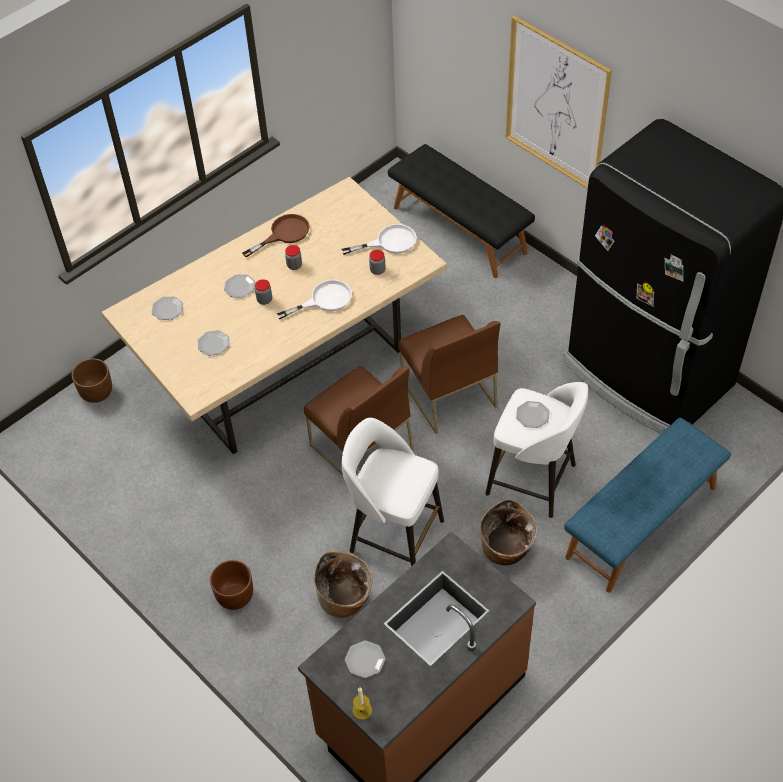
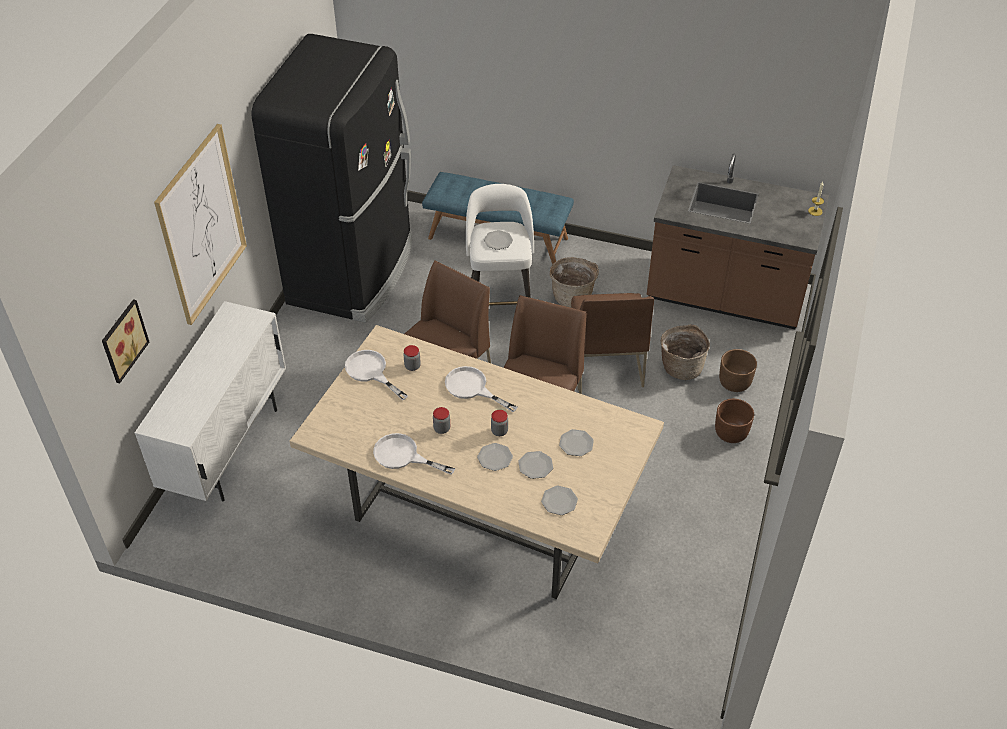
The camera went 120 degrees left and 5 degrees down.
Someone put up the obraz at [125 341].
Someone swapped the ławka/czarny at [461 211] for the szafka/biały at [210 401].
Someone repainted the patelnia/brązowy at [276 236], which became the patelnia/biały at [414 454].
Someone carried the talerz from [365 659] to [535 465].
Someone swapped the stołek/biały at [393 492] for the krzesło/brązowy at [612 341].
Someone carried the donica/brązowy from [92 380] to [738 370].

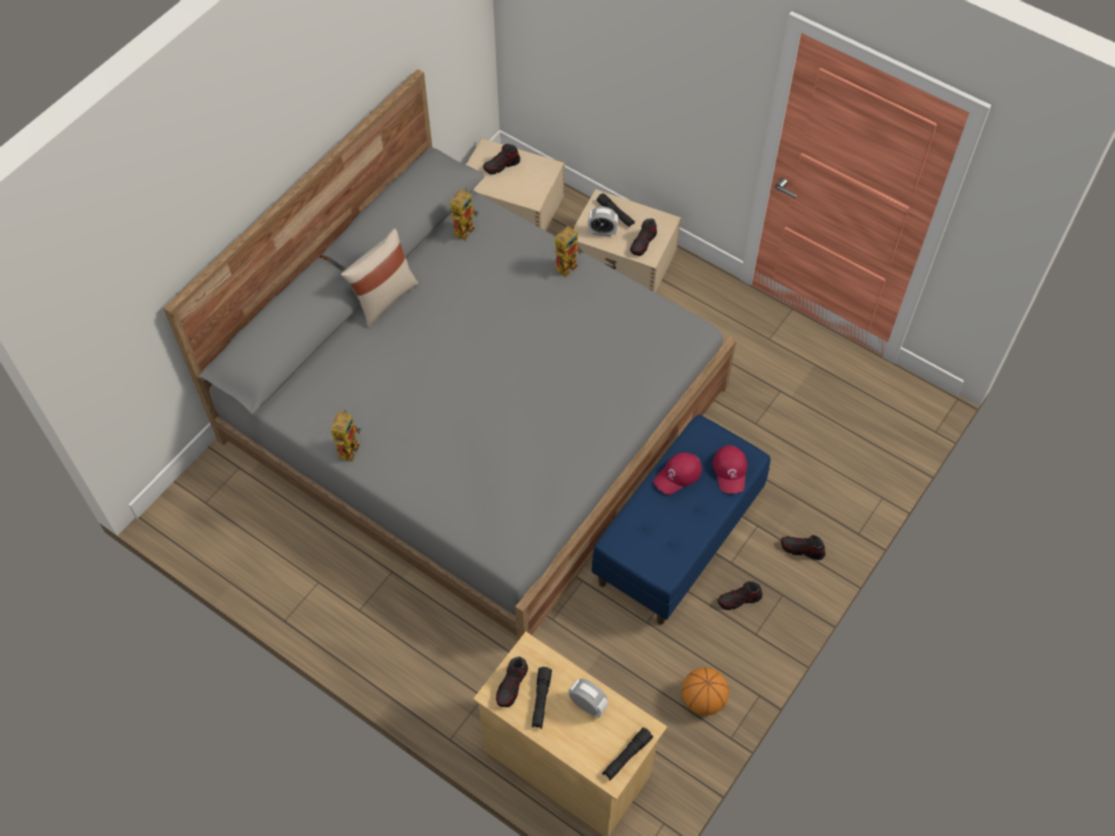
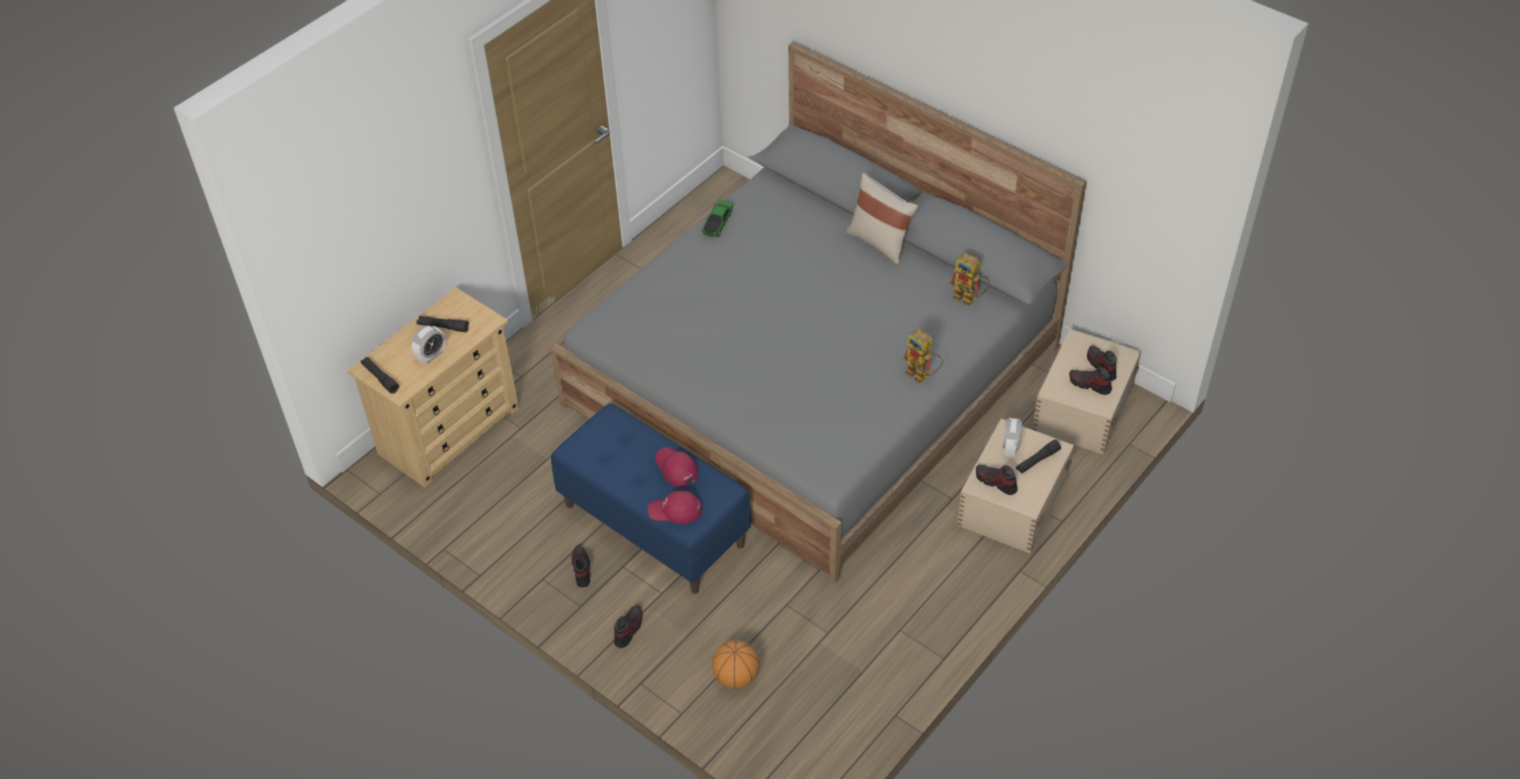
The camera went 95 degrees right and 10 degrees down.
Someone swapped the robot zabawkowy at [346 435] for the samochodzik at [717 218].
Someone carried the piłka do koszykówki from [705 691] to [736 664].
Someone carried the but from [512 681] to [1090 380].

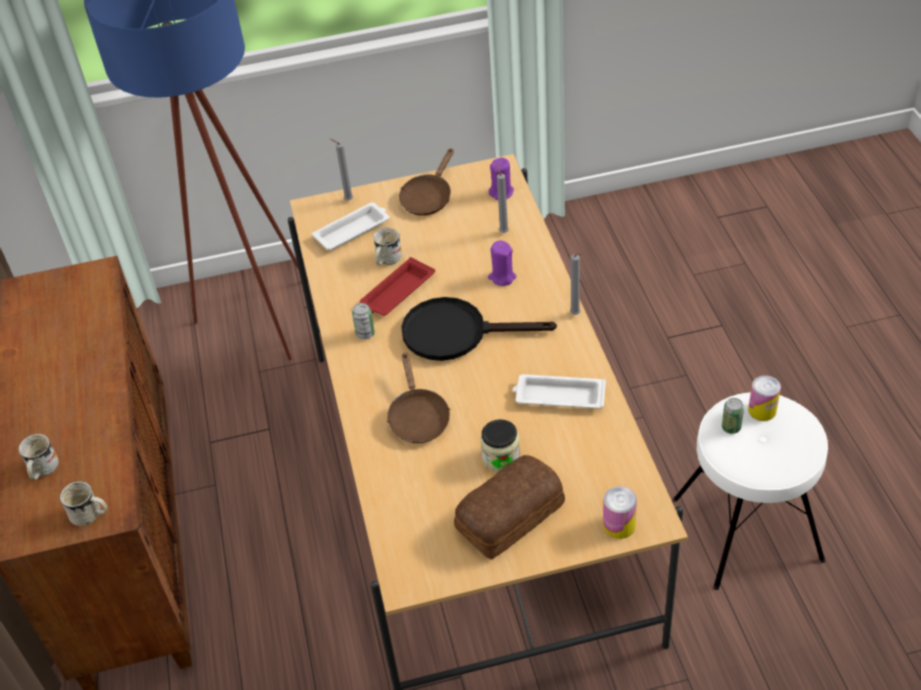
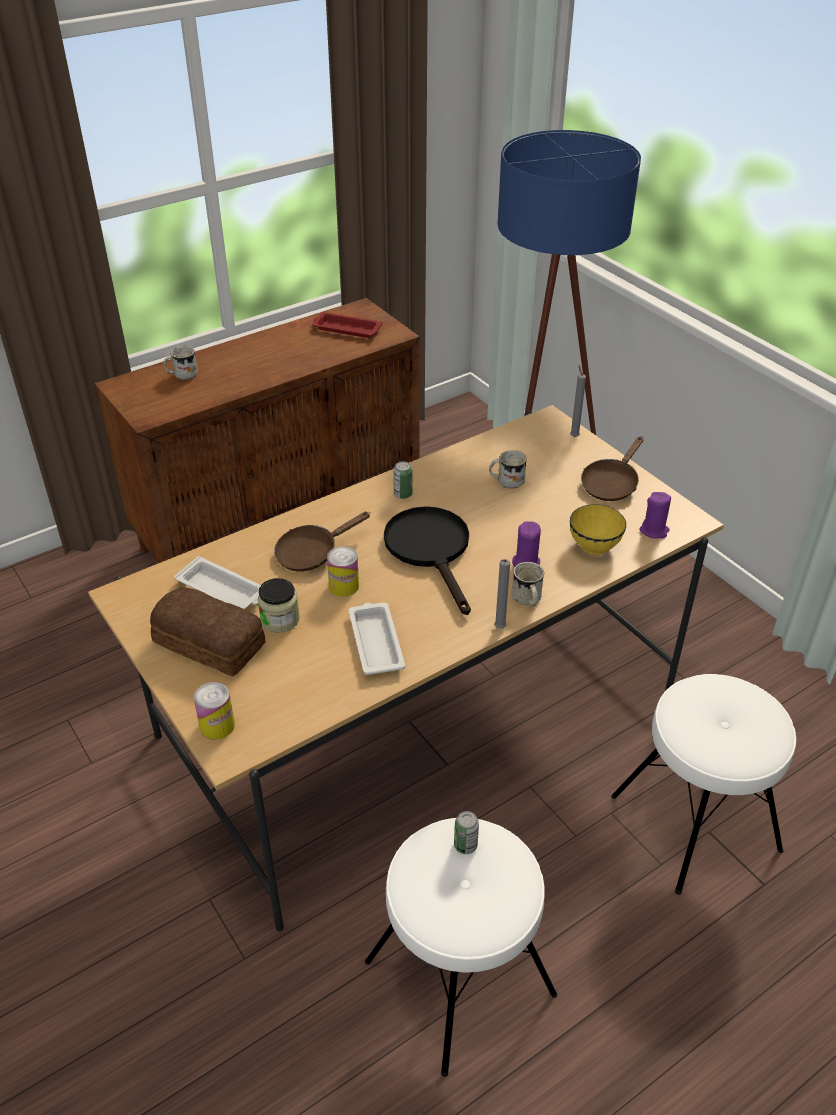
The camera went 65 degrees right and 5 degrees down.
Someone carried the taca/biały from [351 226] to [217 582].
Someone carried the taca/czerwony from [397 286] to [347 325].
Someone carried the puszka from [764 398] to [343 571].
Someone carried the kubek/biały from [84 503] to [527 584].
Someone swapped the świeca/szary at [503 199] for the miska/żółty at [598 529].
Someone rotated the patelnia/brązowy at [426 182] by 60 degrees counterclockwise.
Someone put down the stołek/biały at [703 784].

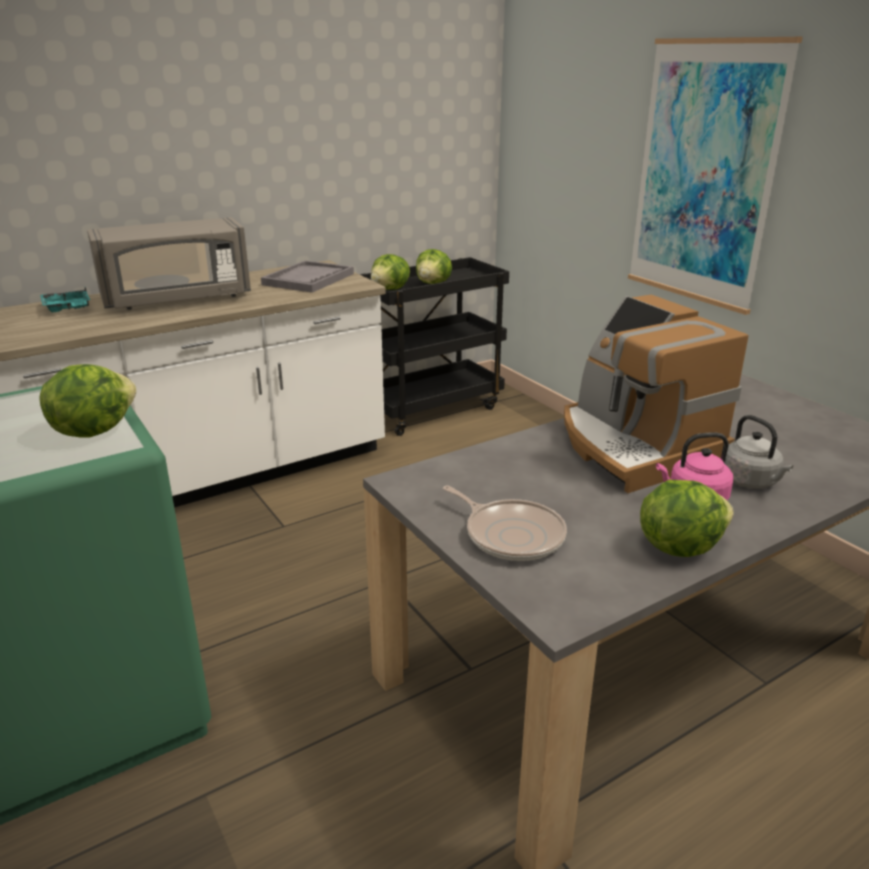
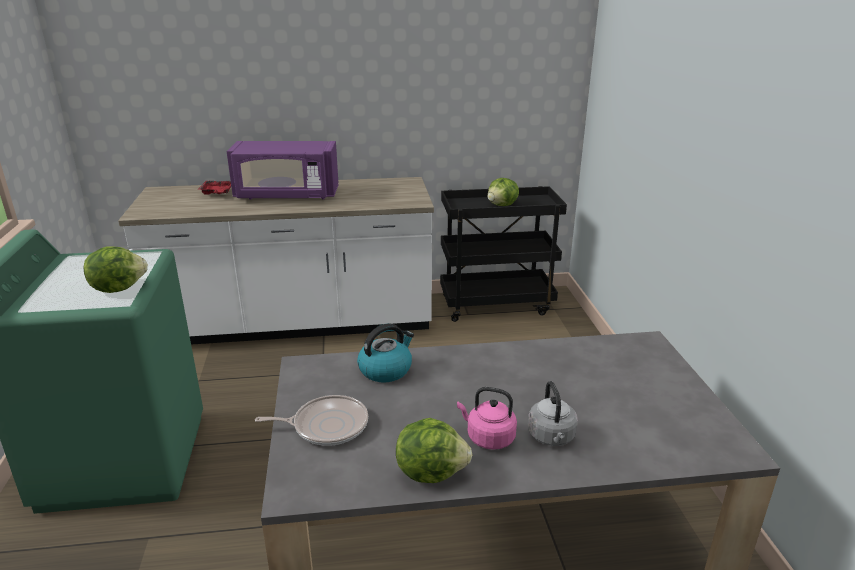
The camera went 25 degrees right and 0 degrees up.
Someone repainted the taca/turkusowy at [65 300], which became the taca/czerwony at [214 188].
Someone repainted the mikrofalówka/szary at [169 263], which became the mikrofalówka/fioletowy at [283 170].
Someone rotated the patelnia at [505 523] by 75 degrees counterclockwise.
Someone put down the czajnik at [385 352].
Someone took away the taca/szary at [307 276].
Someone took away the sałata at [390 272].
Someone took away the ekspres do kawy at [656 393].
Someone took away the obraz at [715 176].

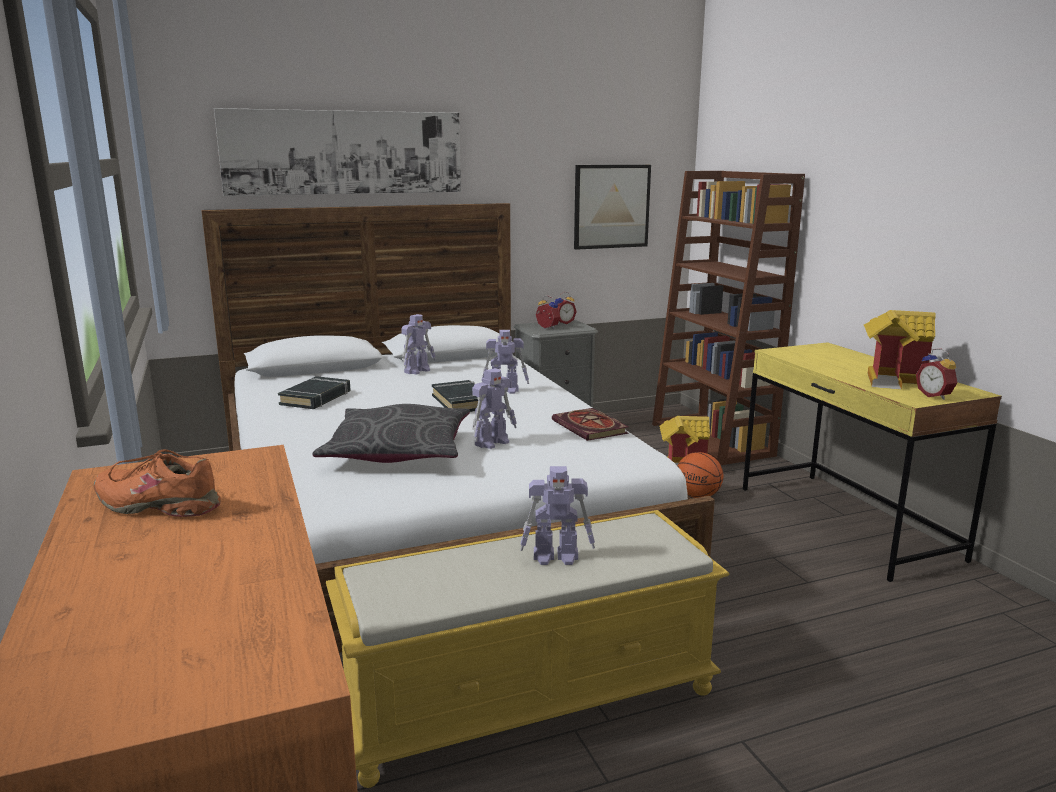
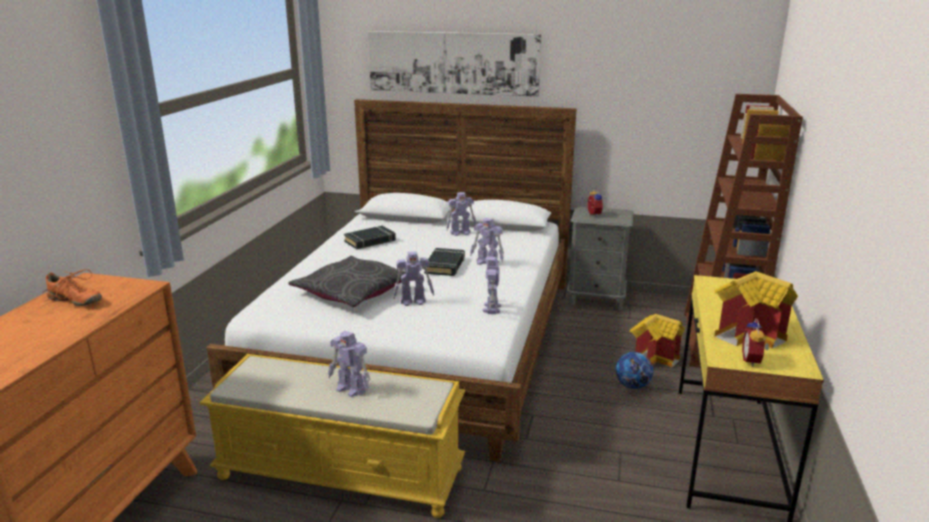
The camera went 35 degrees right and 5 degrees up.
Someone rotated the but/pomarańczowy at [157 483] by 150 degrees clockwise.
Someone swapped the książka at [590 424] for the robot zabawkowy at [492 285].
Someone swapped the piłka do koszykówki at [700 475] for the piłka futbolowa at [634 370].
Someone took away the budzik at [565 308].
Someone took away the obraz at [612 207].

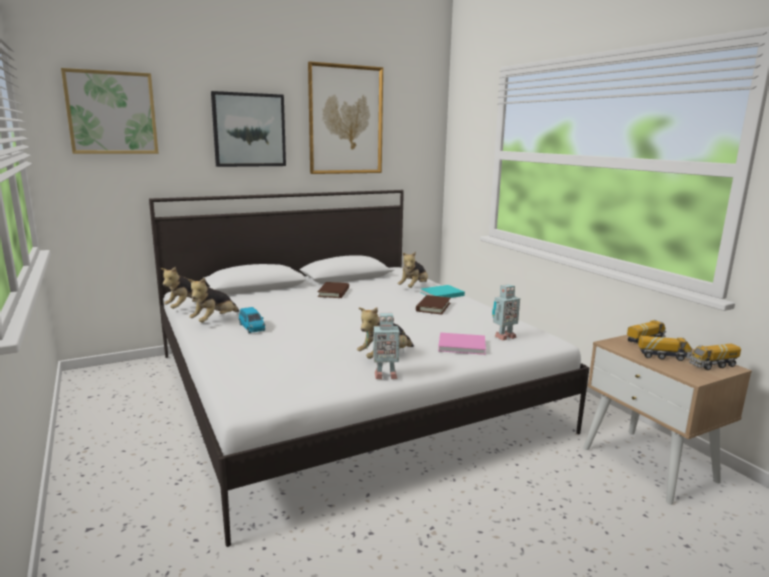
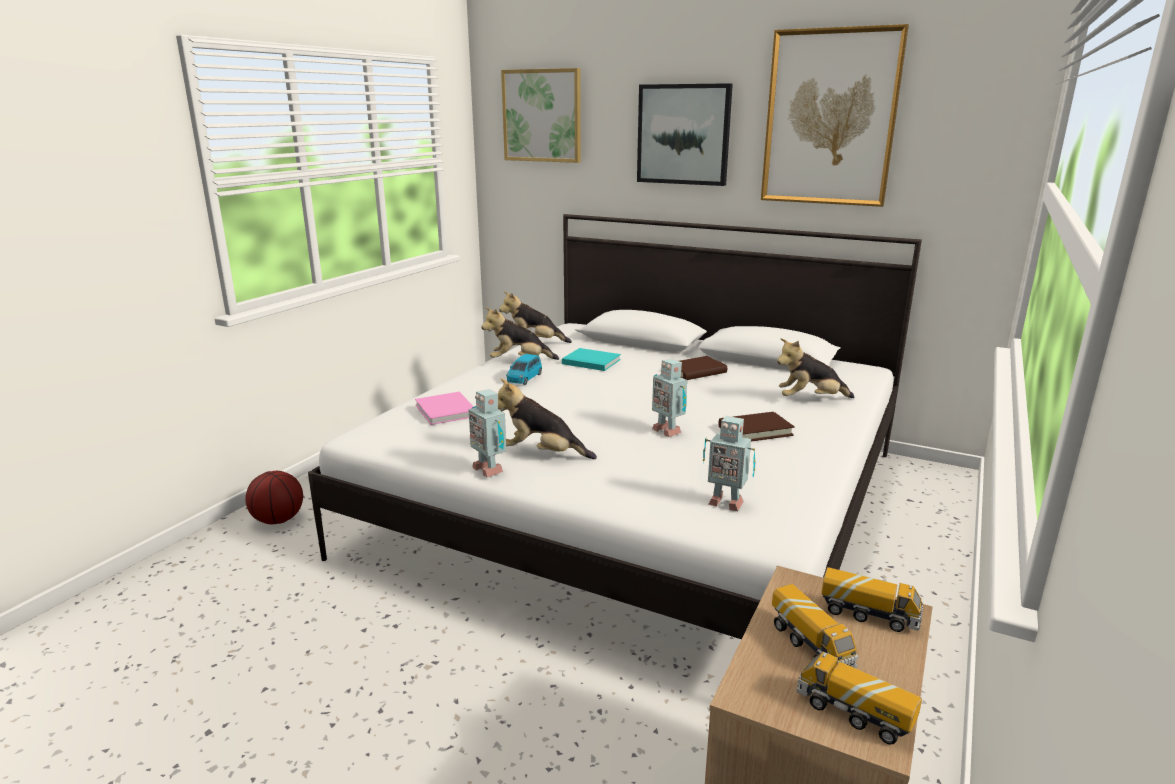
The camera went 55 degrees right and 5 degrees up.
Someone put down the piłka do koszykówki at [274 497].
Someone carried the książka/różowy from [462 344] to [444 408].
Someone carried the książka/turkusowy from [442 291] to [591 359].
Someone put down the robot zabawkowy at [669 398].

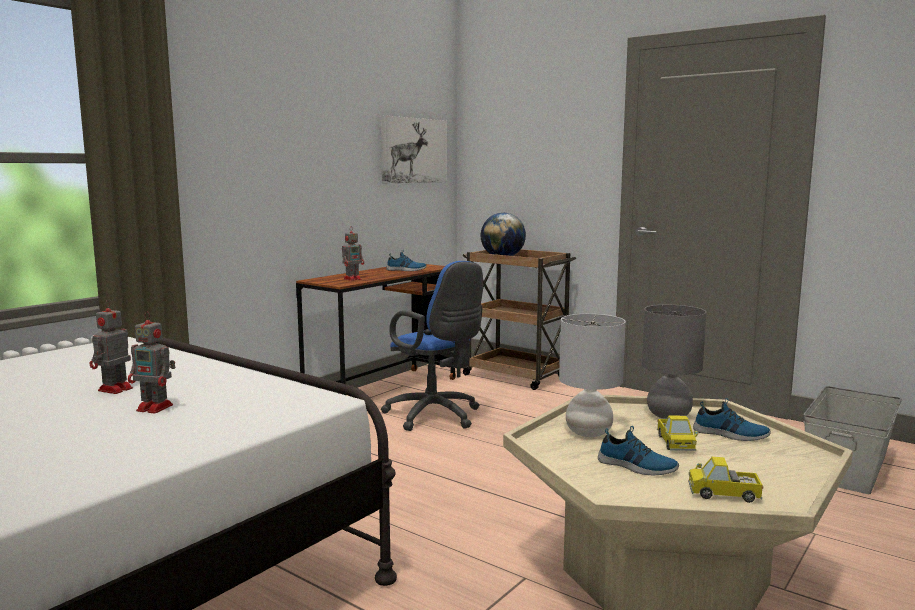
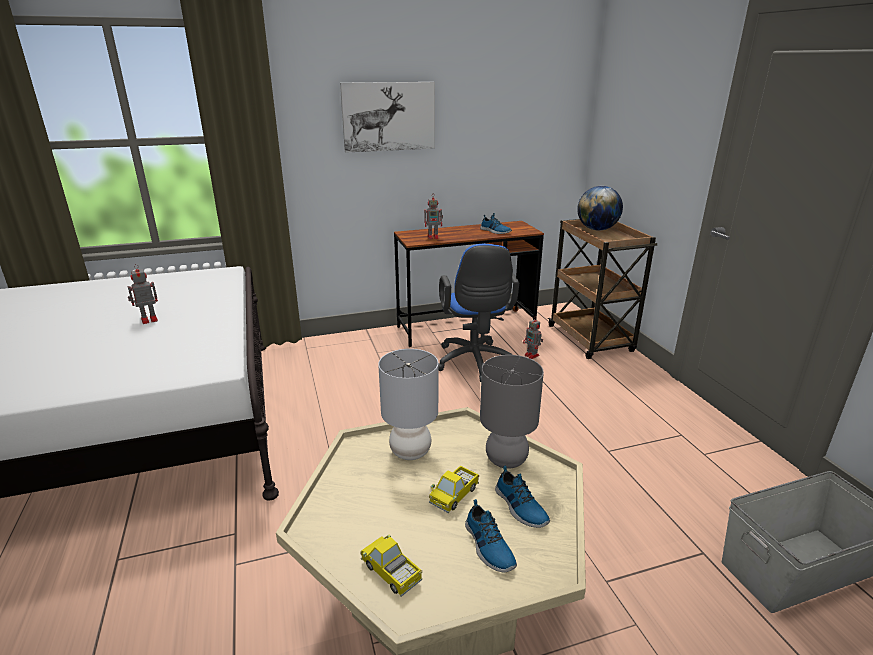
The camera went 35 degrees right and 15 degrees up.
Someone carried the obraz from [414 149] to [387 117].
Someone carried the but from [638 450] to [491 536].
Someone carried the robot zabawkowy from [152 363] to [533 337].

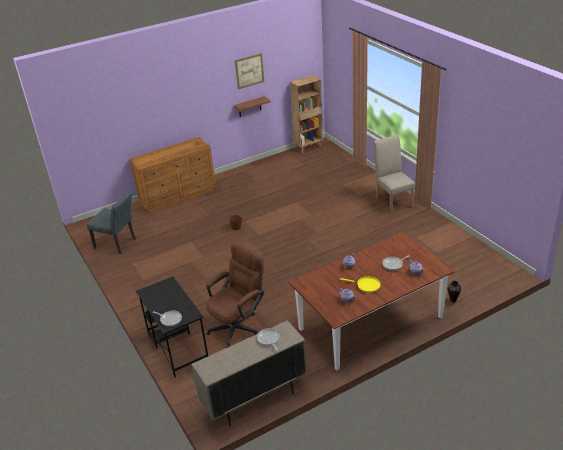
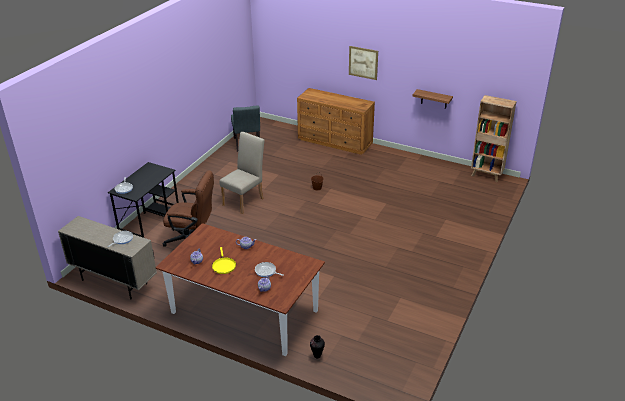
The camera went 55 degrees right and 0 degrees up.
Someone carried the krzesło/beżowy from [394 174] to [242 173].
Someone carried the obraz from [249 71] to [363 63].

